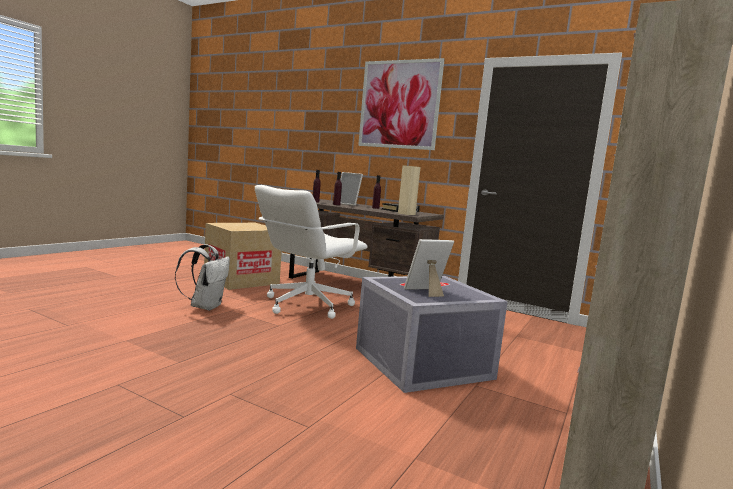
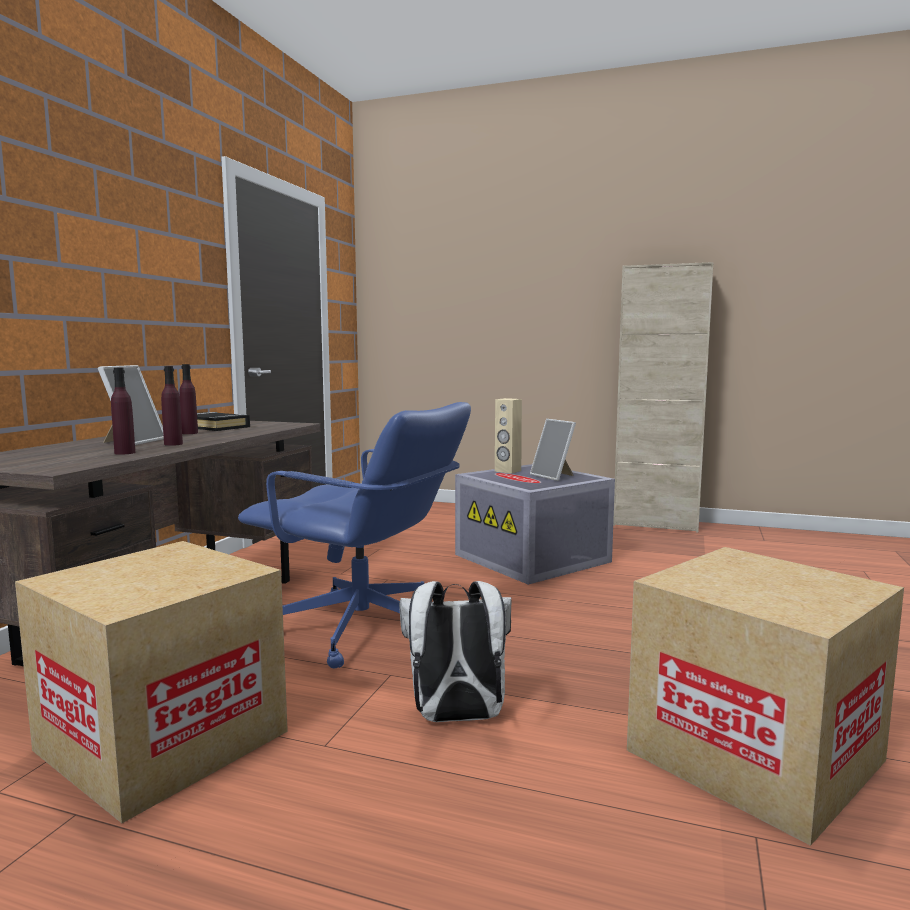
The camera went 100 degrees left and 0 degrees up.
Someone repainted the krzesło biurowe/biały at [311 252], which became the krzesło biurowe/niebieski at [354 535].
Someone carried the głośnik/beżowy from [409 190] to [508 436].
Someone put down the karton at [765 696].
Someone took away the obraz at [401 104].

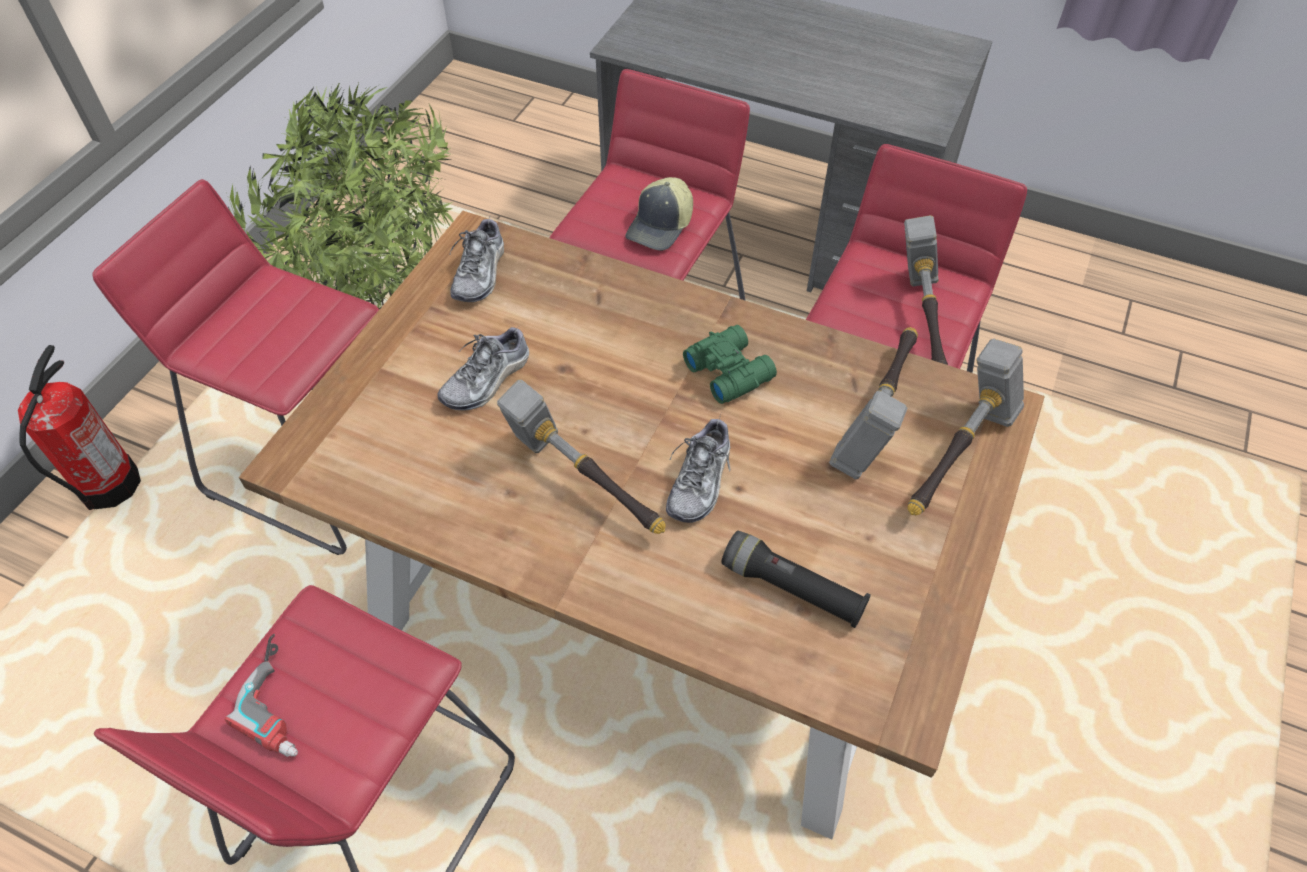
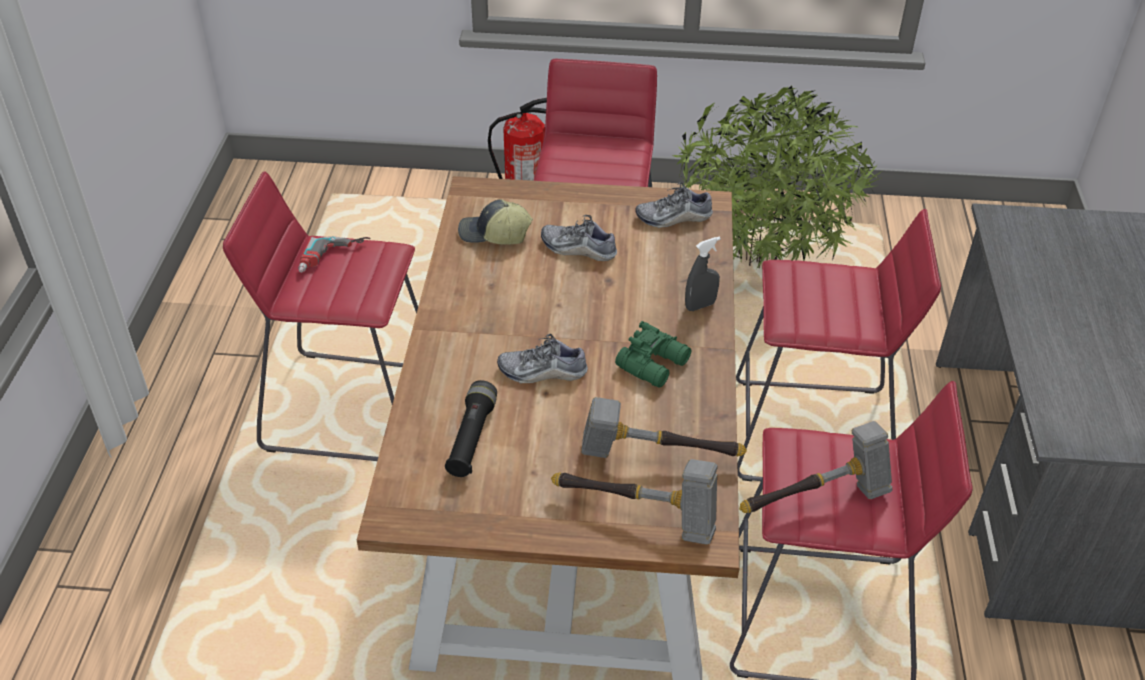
The camera went 70 degrees right and 10 degrees down.
Someone carried the czapka z daszkiem from [659 214] to [495 222].
Someone put down the spryskiwacz/szary at [703 274].
Someone took away the młotek at [581 456].

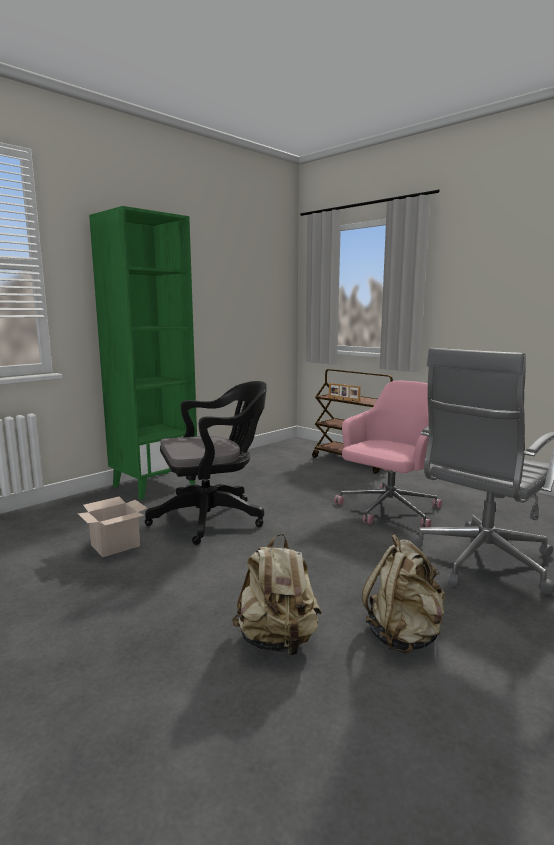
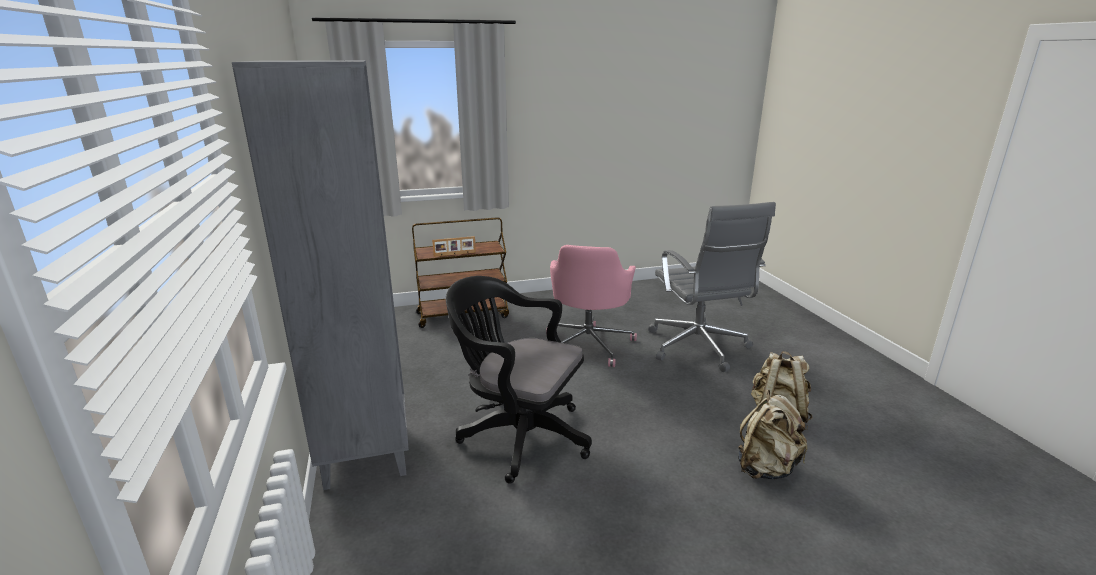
The camera went 60 degrees left and 10 degrees up.
Someone repainted the regał/zielony at [143 353], which became the regał/szary at [320 275].
Someone rotated the krzesło biurowe/czarny at [206 463] by 75 degrees counterclockwise.
Someone rotated the krzesło biurowe/różowy at [388 454] by 150 degrees counterclockwise.
Someone took away the karton at [112 526].

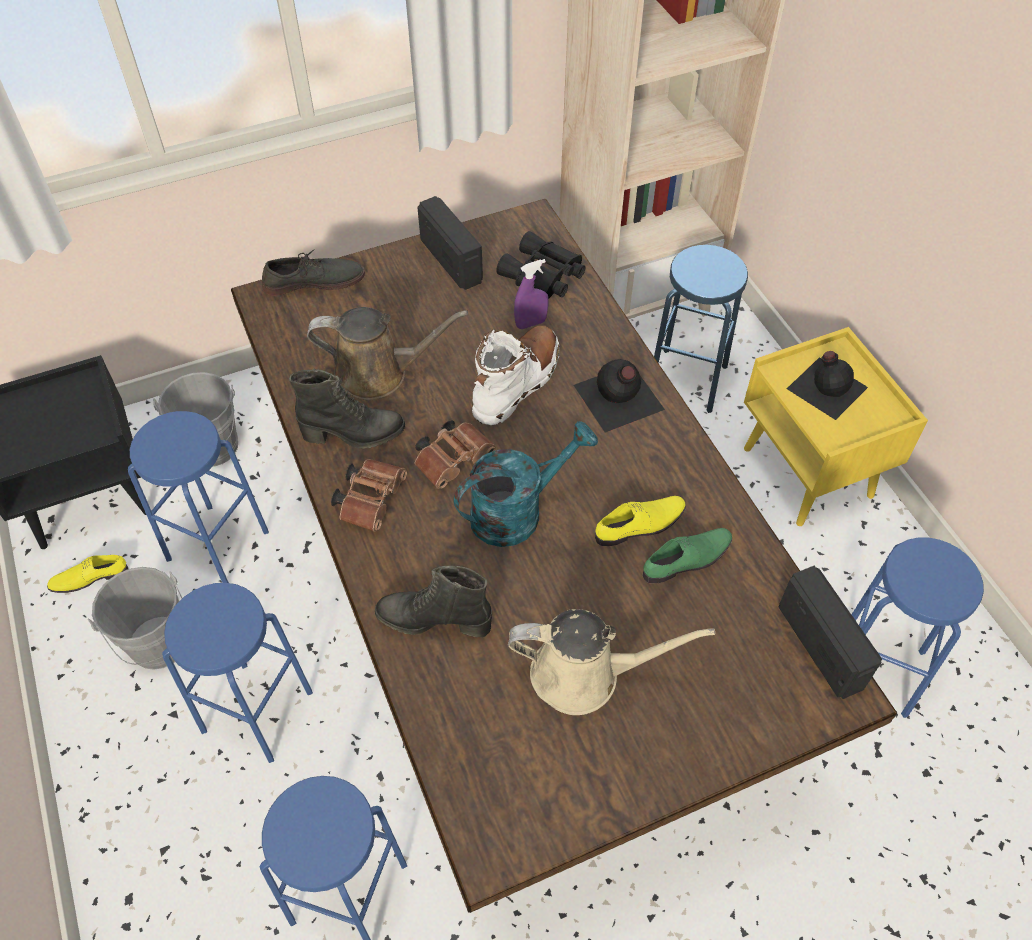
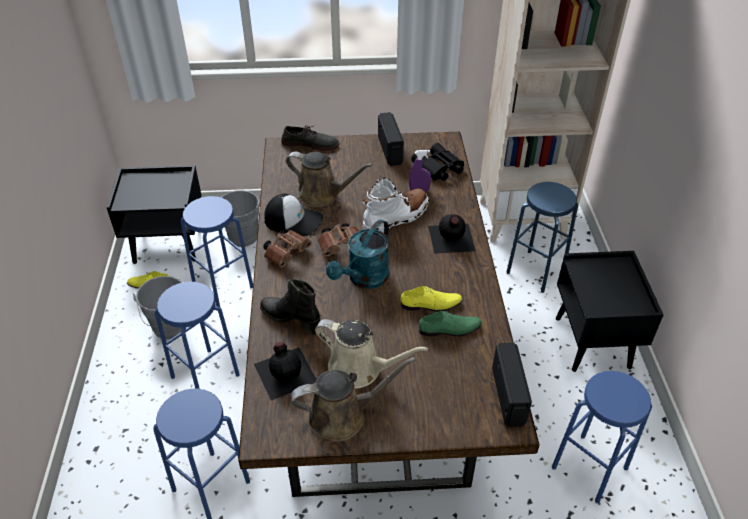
The camera went 20 degrees right and 10 degrees down.
Someone carried the butelka/czarny from [827 385] to [285 371].
Someone swapped the but z cholewką/czarny at [347 408] for the czapka z daszkiem at [293 214].
Someone put down the konewka/brązowy at [353 399].
Someone rotated the konewka/turkusowy at [526 484] by 135 degrees clockwise.
Someone repainted the szafka nocna/żółty at [836 426], which became the szafka nocna/czarny at [609 311].

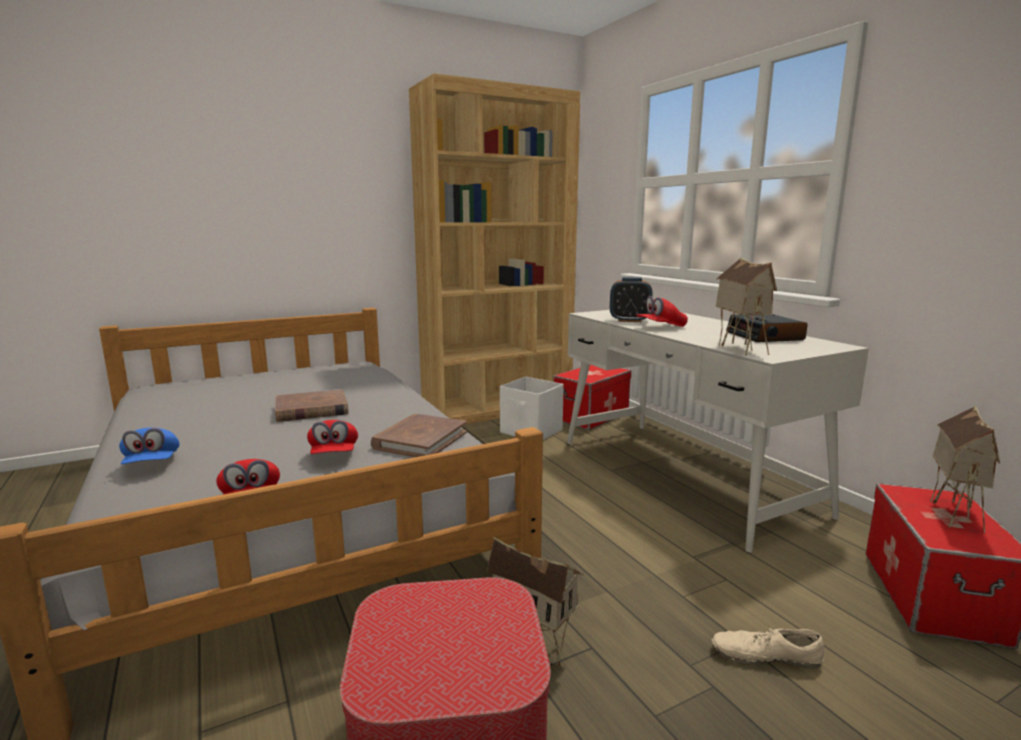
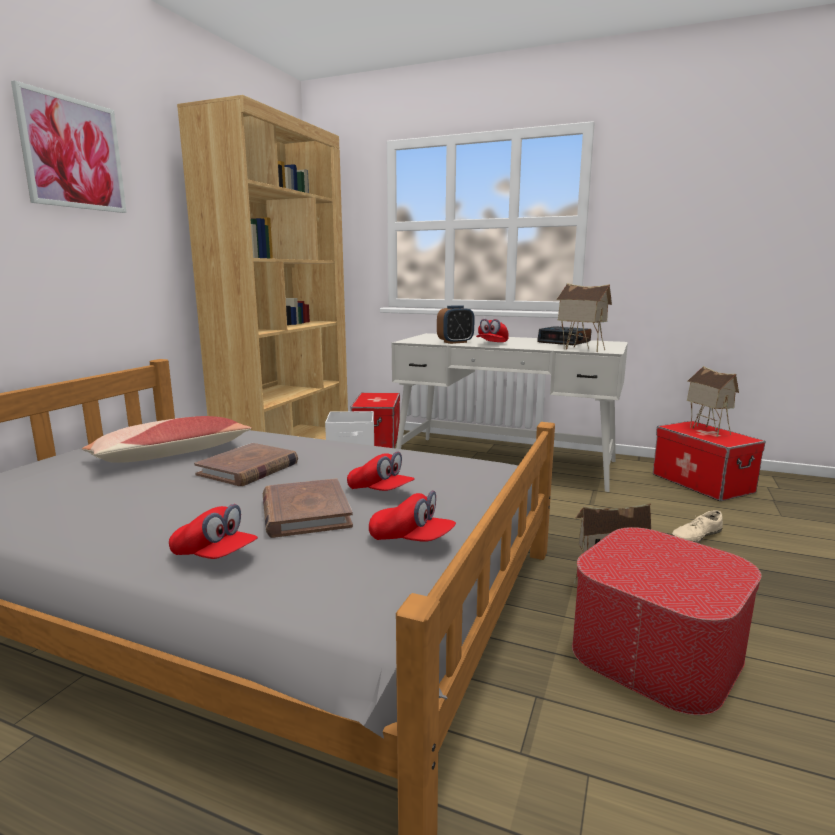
The camera went 40 degrees left and 0 degrees up.
Someone put up the obraz at [69 146].
Someone put down the poduszka at [167 439].
Someone repainted the czapka z daszkiem/niebieski at [149 446], which became the czapka z daszkiem/czerwony at [213 531].
Someone carried the książka/brązowy from [419 435] to [308 508].

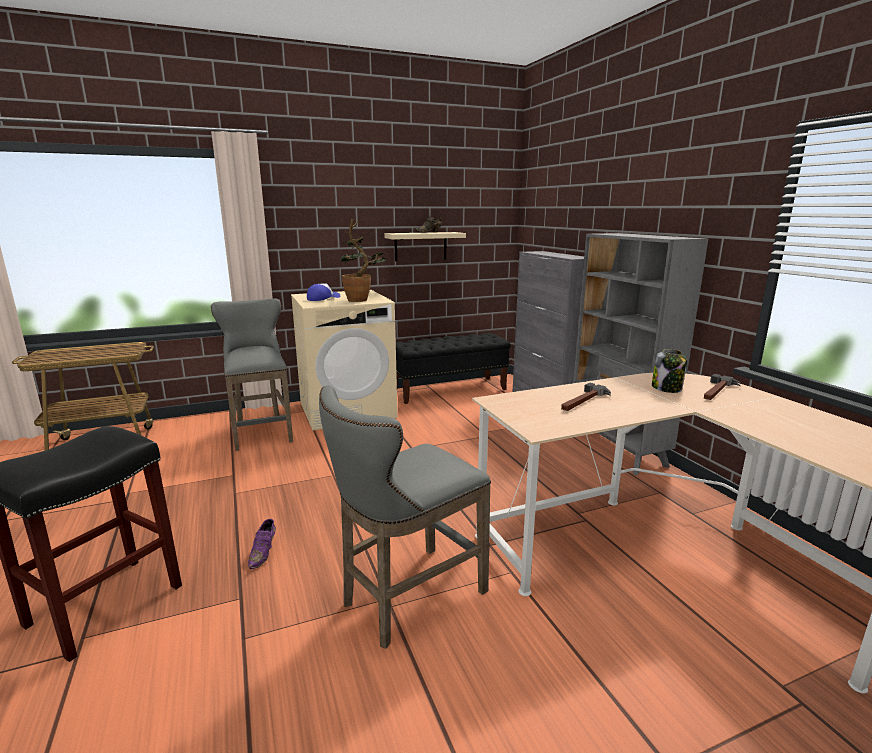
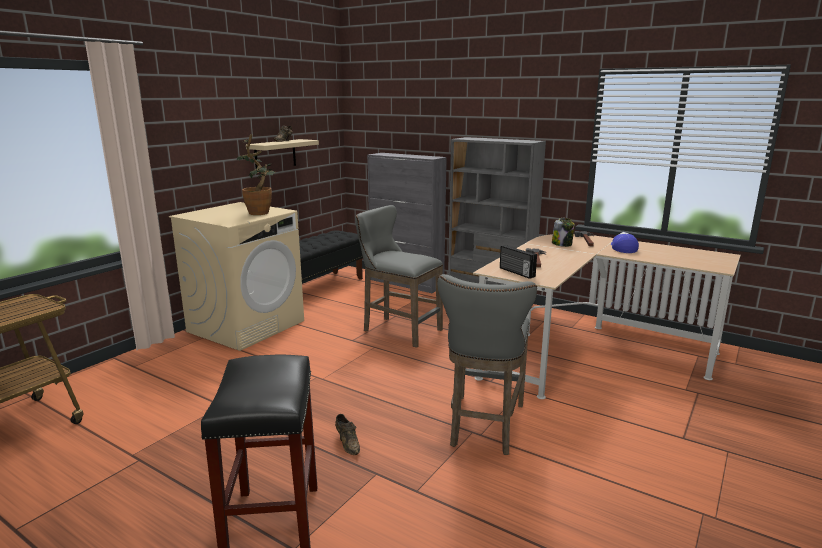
The camera went 35 degrees left and 0 degrees up.
Someone repainted the but/fioletowy at [262 544], which became the but/brązowy at [347 434].
Someone carried the stołek/szary from [252 374] to [399 276].
Someone put down the radio at [518 262].
Someone carried the czapka z daszkiem from [323 292] to [625 242].

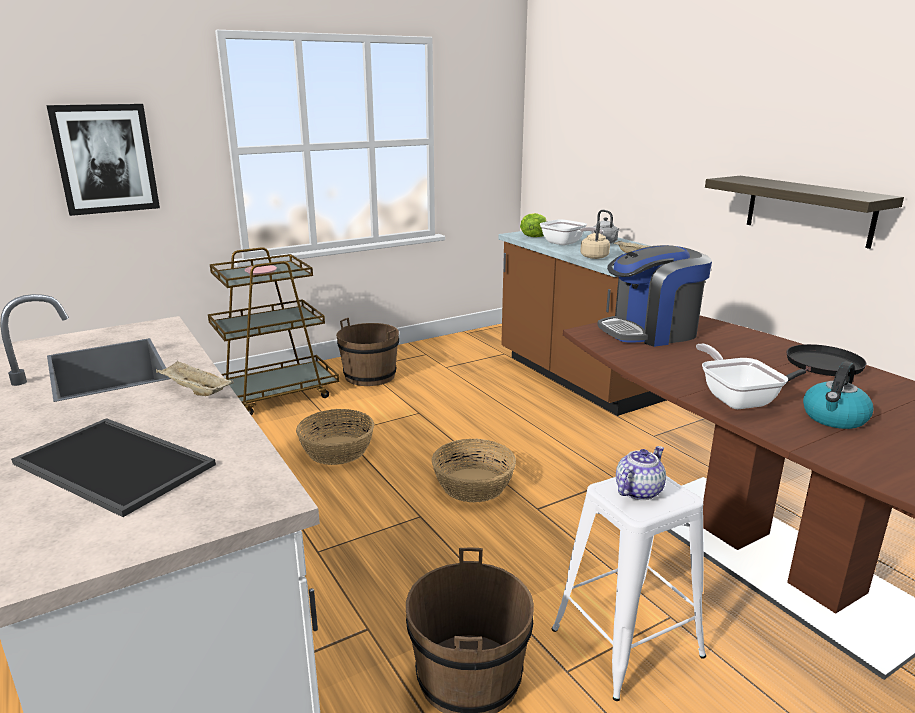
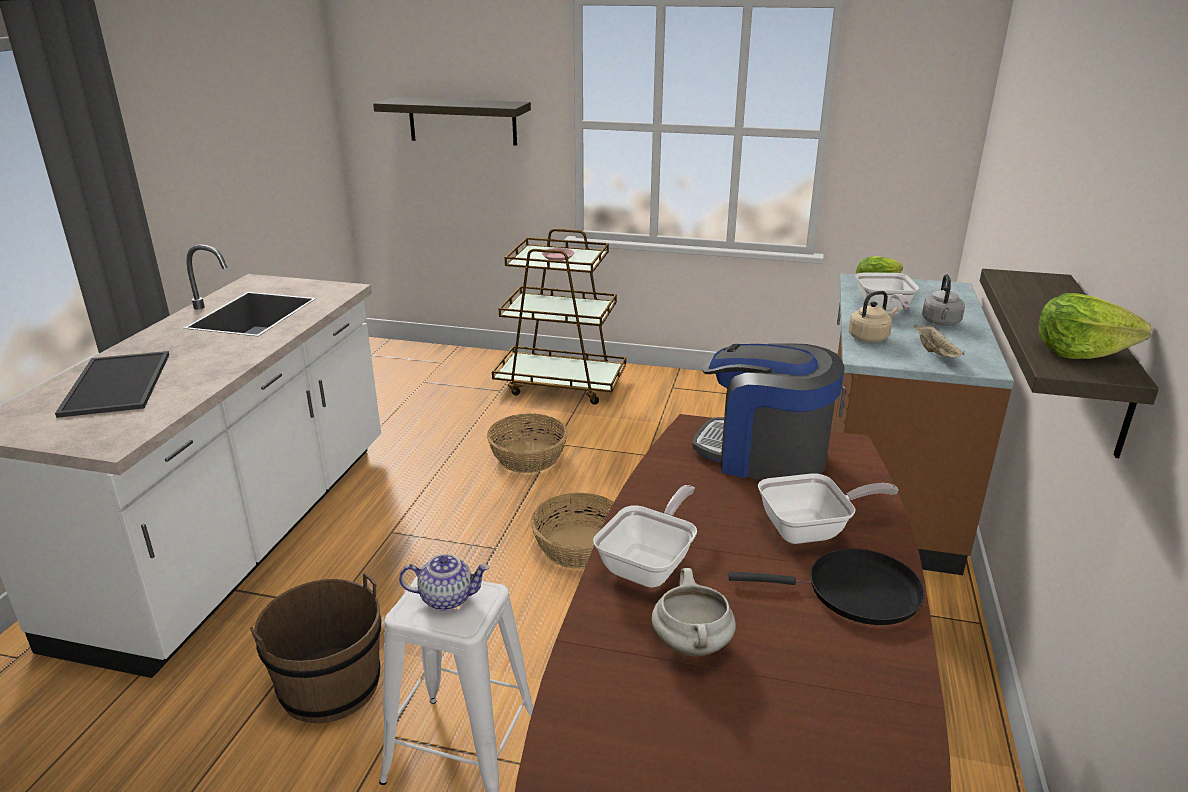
The camera went 45 degrees right and 5 degrees up.
Someone swapped the obraz at [103 160] for the półka at [452 121].
Someone swapped the czajnik at [838 395] for the garnek/biały at [693 612].
Someone put down the patelnia at [828 509].
Someone put down the sałata at [1095 326].
Someone took away the taca/beżowy at [195 378].
Someone took away the wiadro/brązowy at [367 352].

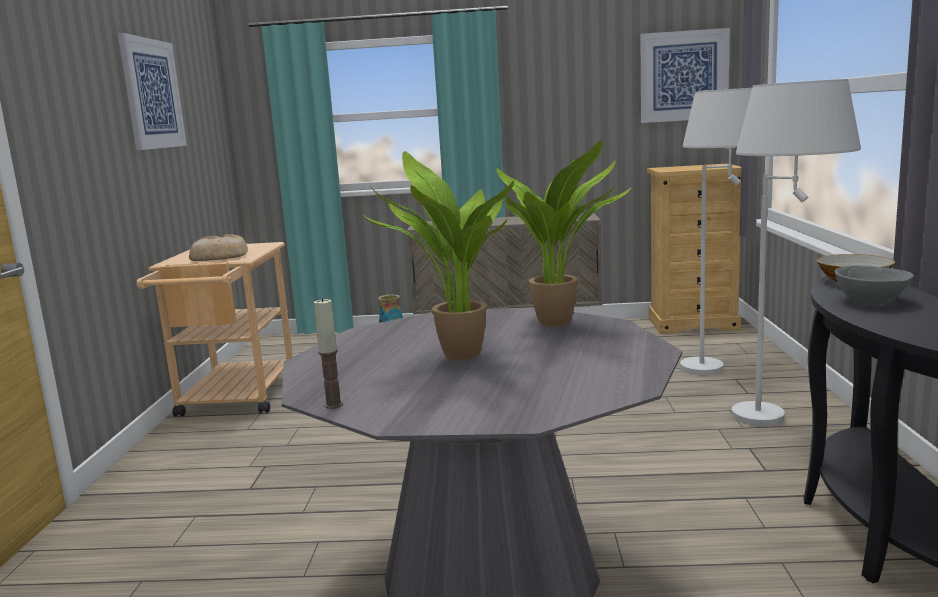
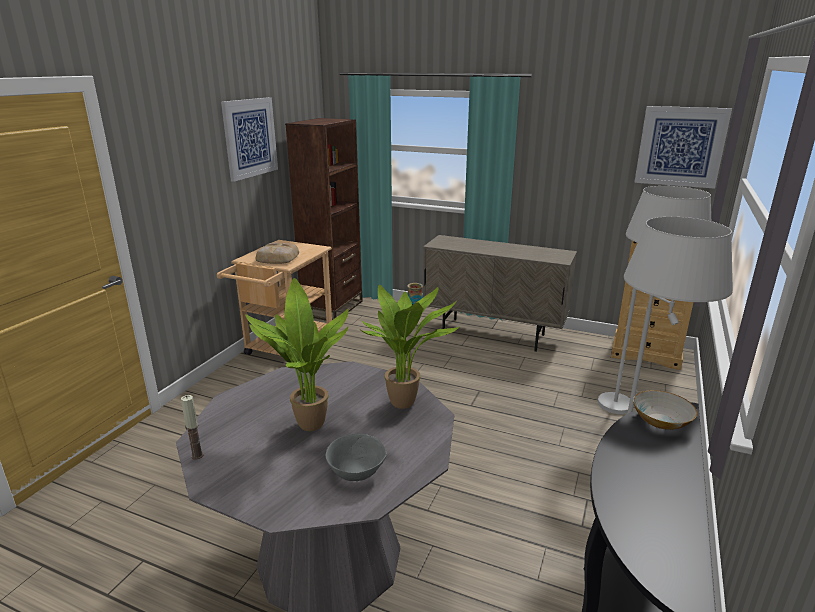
The camera went 20 degrees right and 10 degrees up.
Someone put down the regał/brązowy at [324 219].
Someone carried the miska/szary from [874 285] to [356 457].

